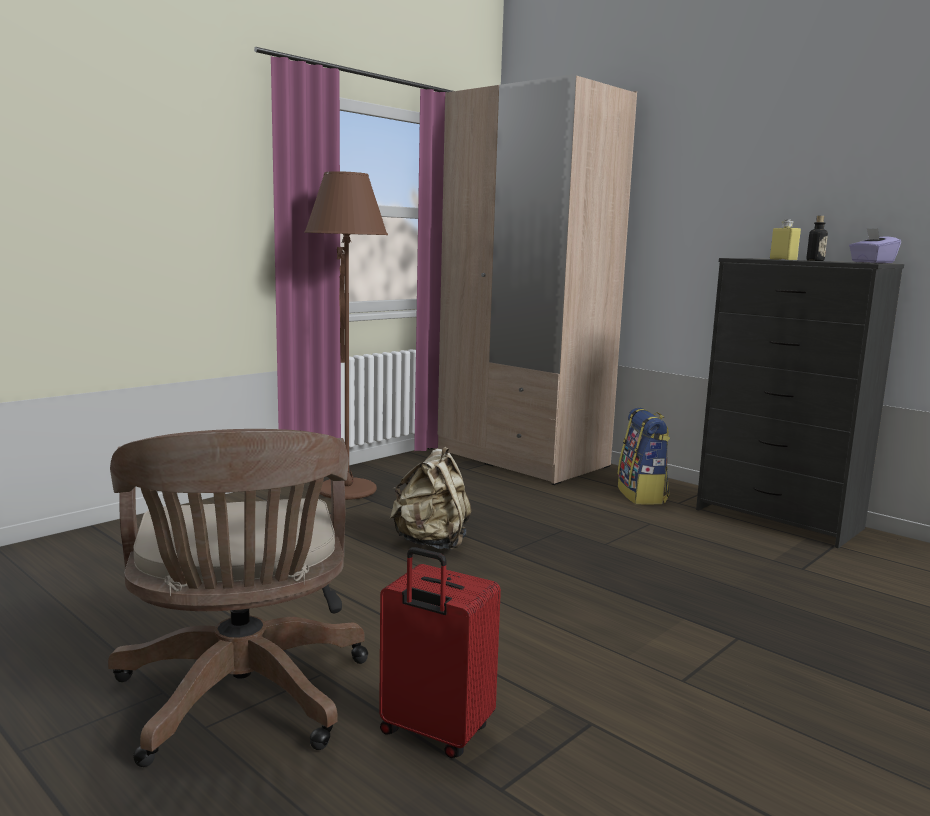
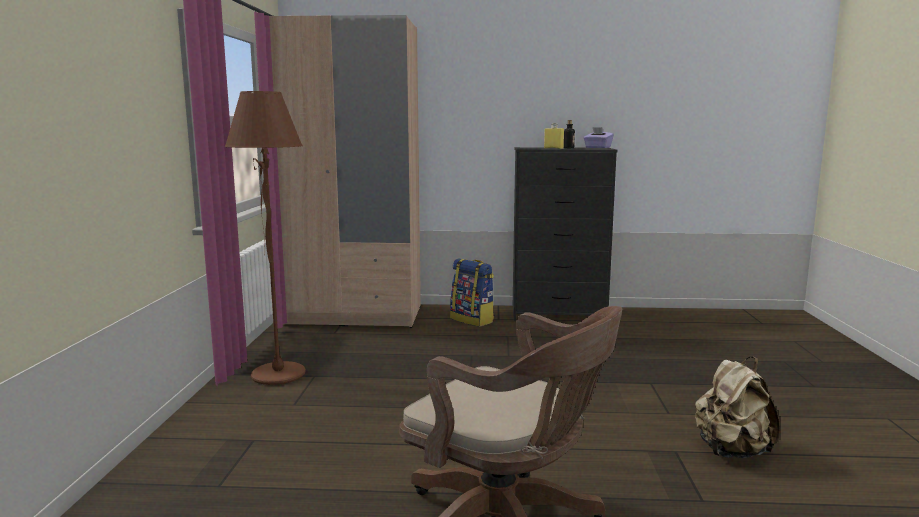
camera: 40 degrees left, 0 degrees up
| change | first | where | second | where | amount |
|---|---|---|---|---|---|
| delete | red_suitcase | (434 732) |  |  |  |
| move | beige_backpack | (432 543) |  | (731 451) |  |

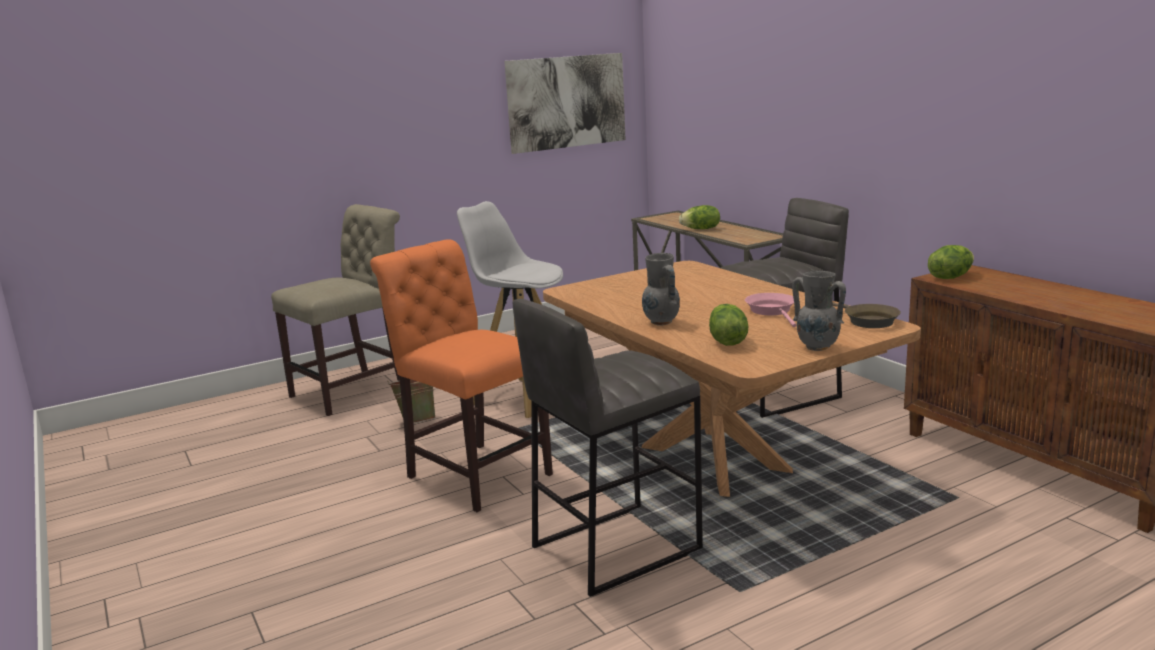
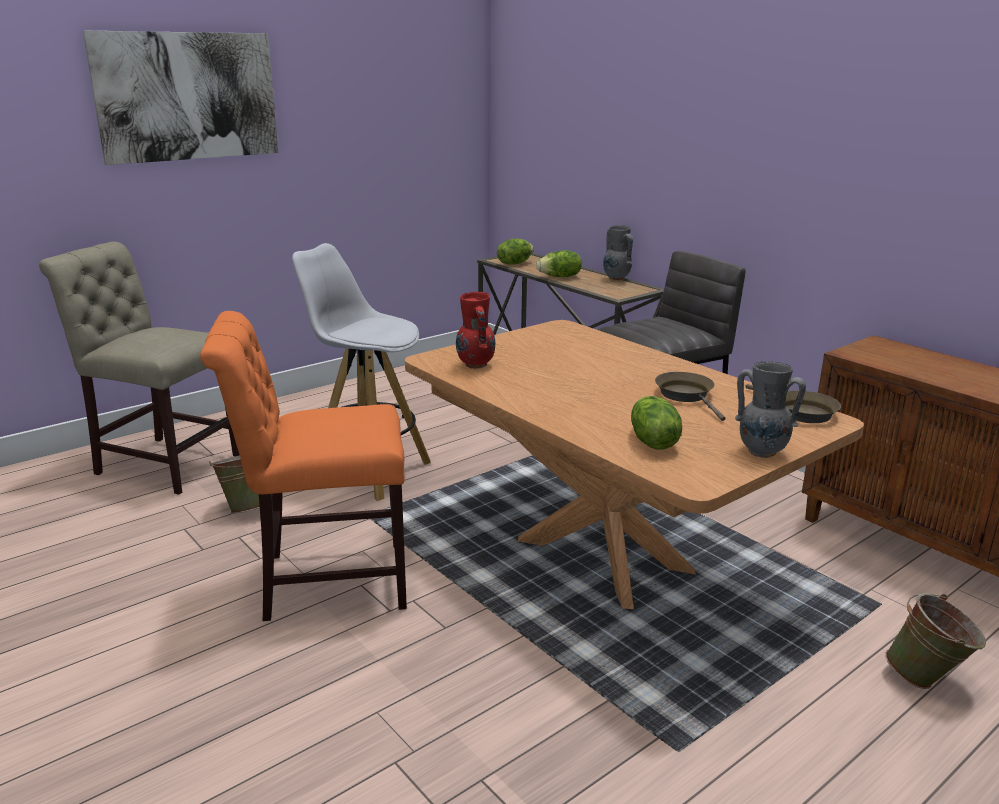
camera: 10 degrees left, 5 degrees up
| change | first | where | second | where | amount |
|---|---|---|---|---|---|
| rotate | beige_chair | (354 390) |  | (162 462) | 105 degrees counterclockwise |
| rotate | orange_chair | (474 473) |  | (325 580) | 45 degrees counterclockwise |
| move | picture | (567 102) |  | (188 96) |  |
| delete | grey_stool | (614 547) |  |  |  |
| move | grey_vase | (661 322) |  | (616 278) |  |
| recolor | pink_frying_pan | (772 311) | brown_frying_pan | (687 396) |  |
| move | lettuce | (950 277) |  | (514 263) |  |
| insert |  |  | red_vase | (475 365) |  |
| insert |  |  | green_bucket | (927 680) |  |

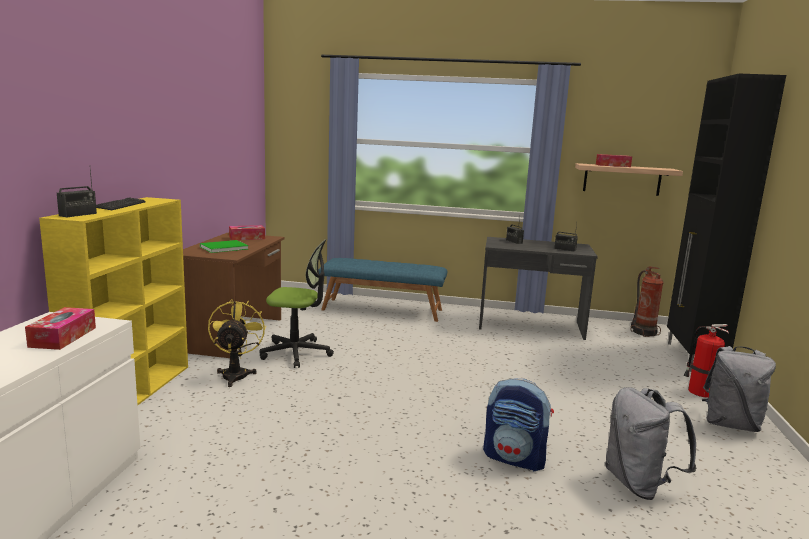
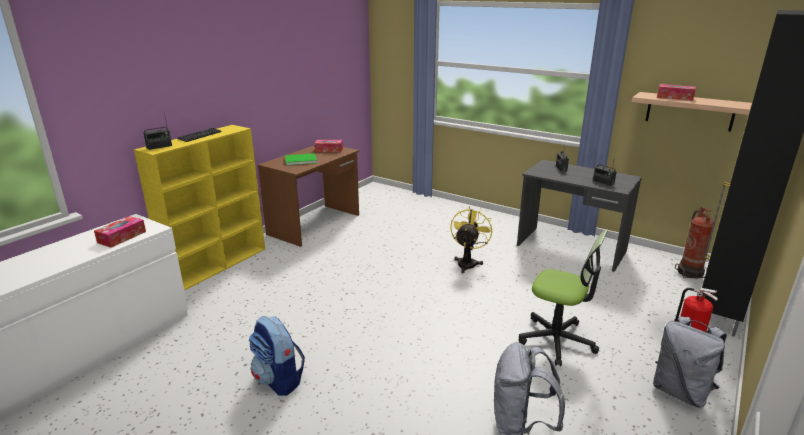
camera: 25 degrees right, 10 degrees up
| change | first | where | second | where | amount |
|---|---|---|---|---|---|
| move | yellow_fan | (236 374) |  | (468 263) |  |
| move | office_chair | (296 353) |  | (557 340) |  |
| delete | blue_bench | (382 309) |  |  |  |
| move | backpack | (515 458) |  | (279 380) |  |

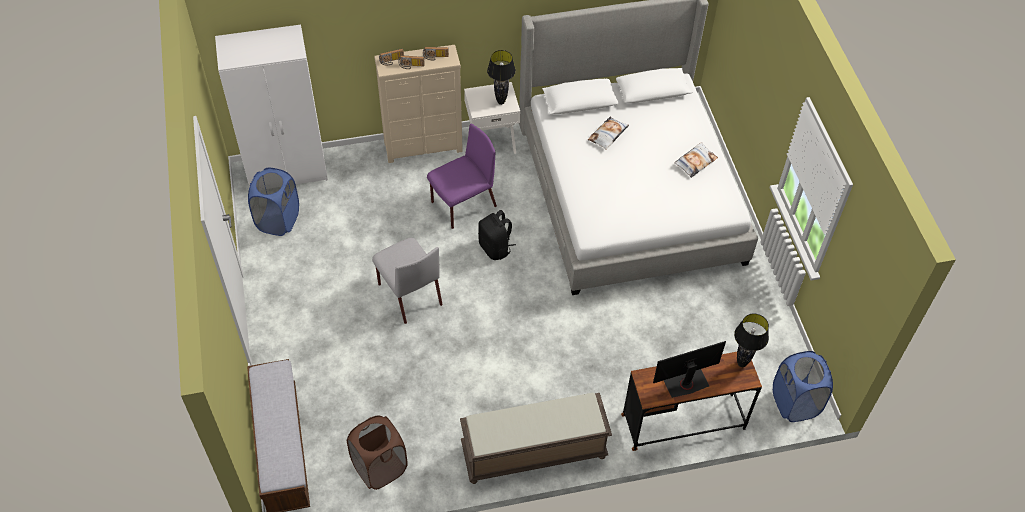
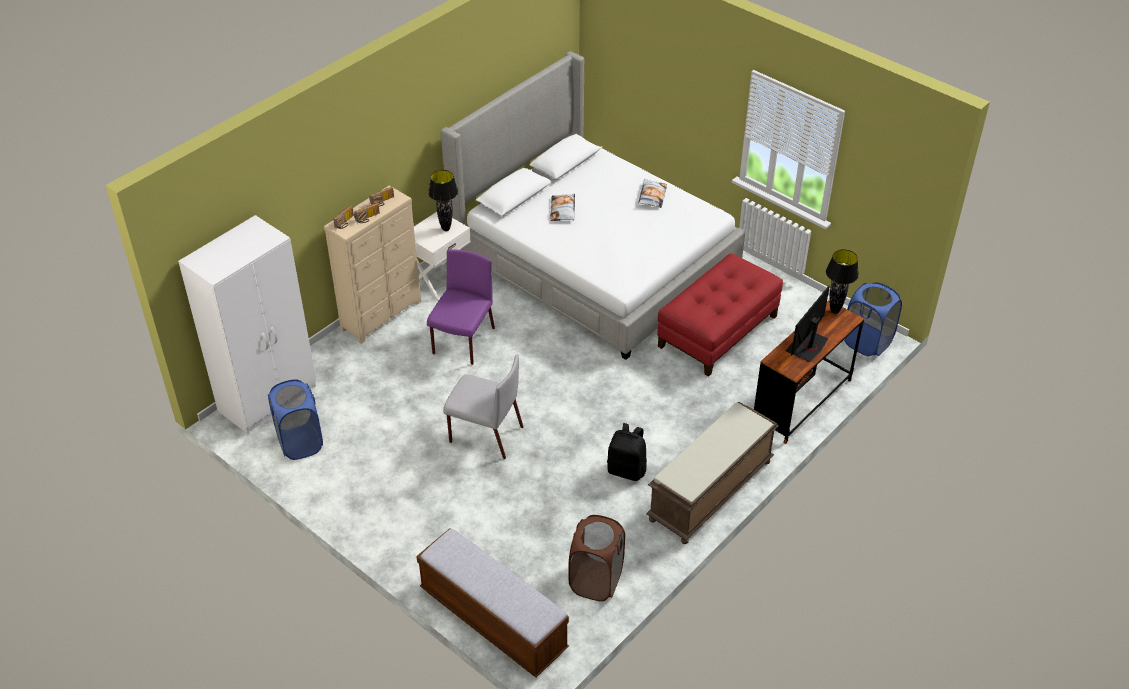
camera: 35 degrees left, 10 degrees down
| change | first | where | second | where | amount |
|---|---|---|---|---|---|
| move | black_backpack | (495 248) |  | (627 470) |  |
| insert |  |  | red_ottoman | (717 330) |  |

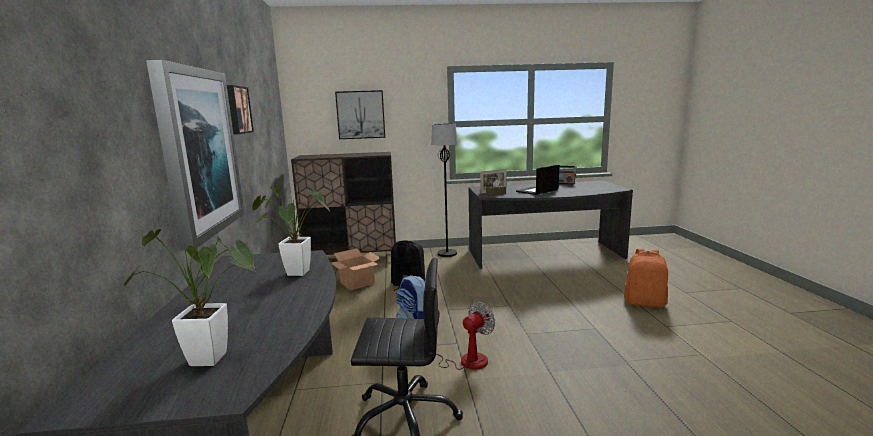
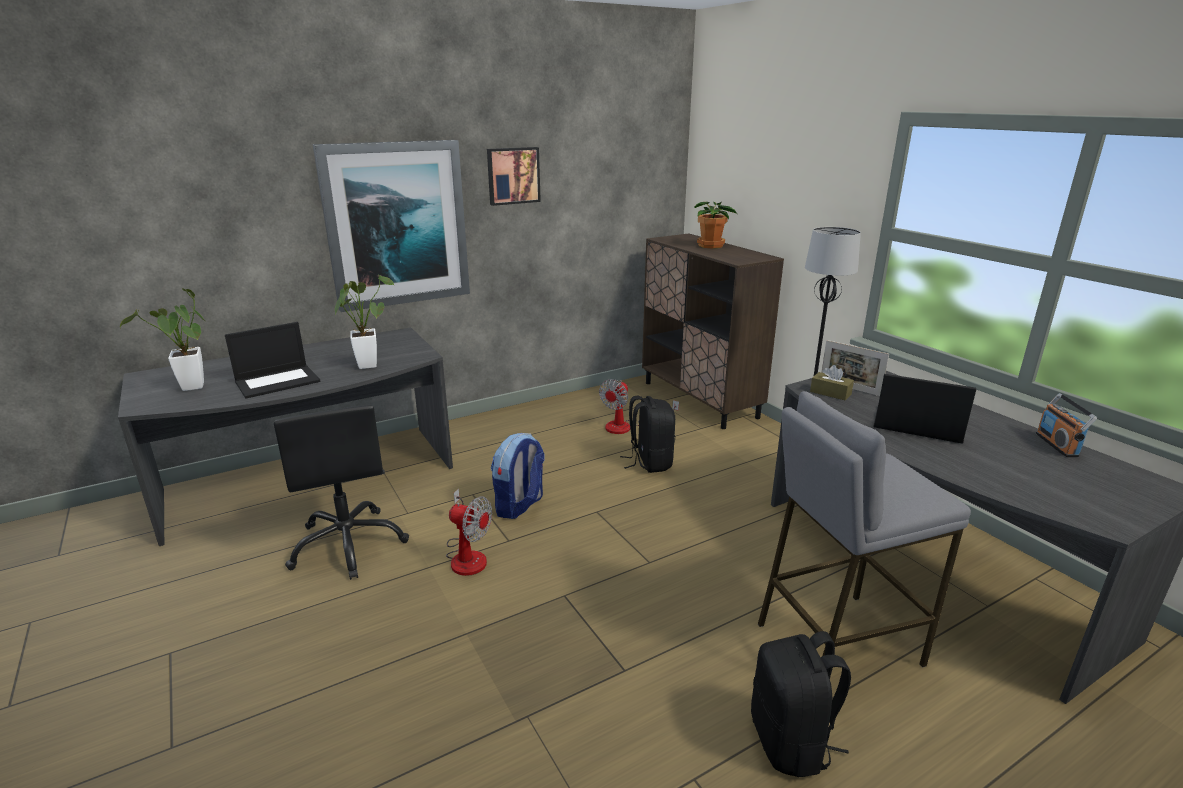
camera: 65 degrees right, 10 degrees up
| change | first | where | second | where | amount |
|---|---|---|---|---|---|
| replace | cardboard_box | (357 283) | fan | (627 427) |  |
| delete | picture | (360 115) |  |  |  |
| recolor | orange_backpack | (645 303) | black_backpack | (791 742) |  |
| insert |  |  | laptop | (278 381) |  |
| insert |  |  | potted_plant | (711 246) |  |
| insert |  |  | grey_stool | (836 642) |  |

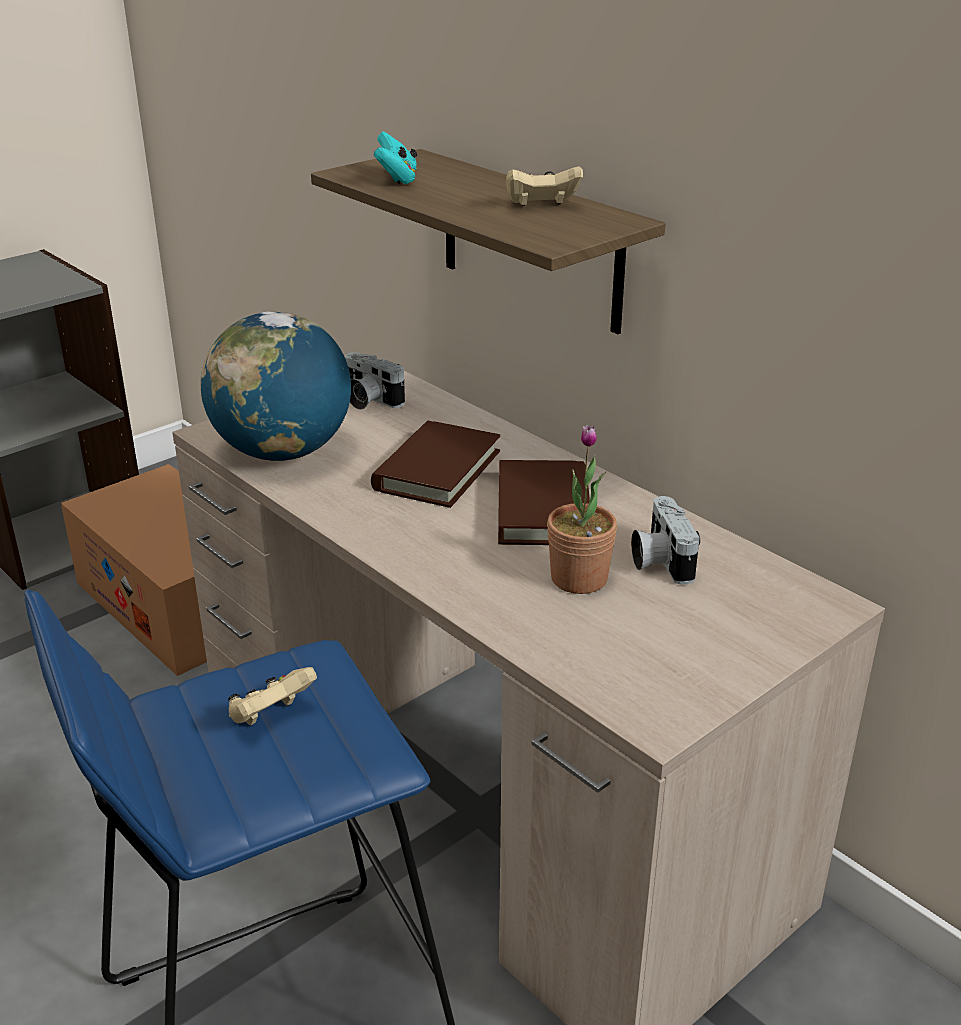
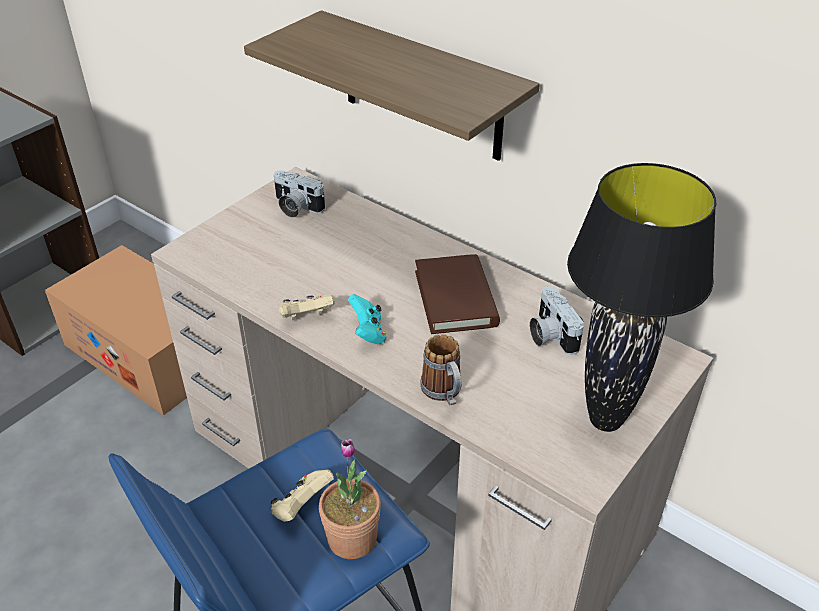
camera: 10 degrees left, 10 degrees up
| change | first | where | second | where | amount |
|---|---|---|---|---|---|
| delete | globe | (283 452) |  |  |  |
| delete | brown_book | (437 470) |  |  |  |
| move | turquoise_game_controller | (396 179) |  | (368 332) |  |
| move | beige_game_controller | (541 206) |  | (307 318) |  |
| move | potted_plant | (579 578) |  | (352 538) |  |
| insert |  |  | mug | (444 394) |  |
| insert |  |  | black_table_lamp | (605 421) |  |

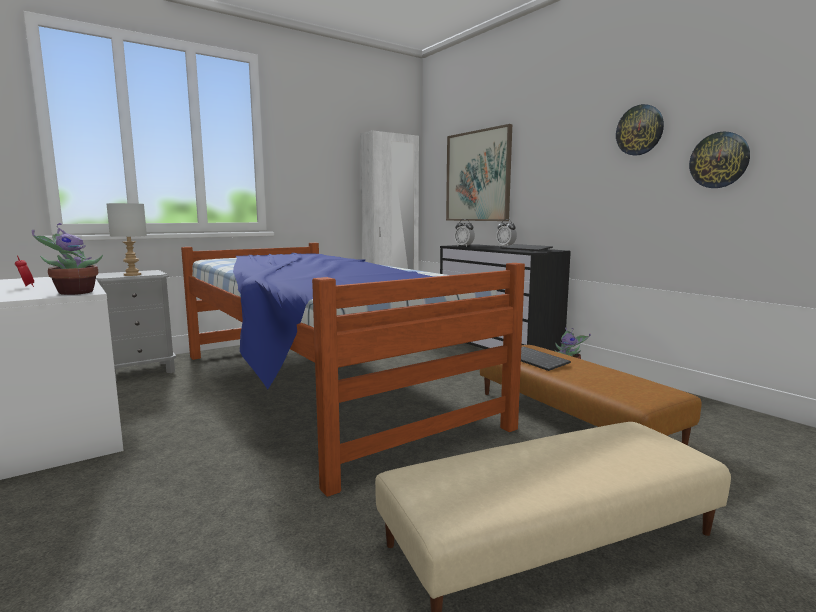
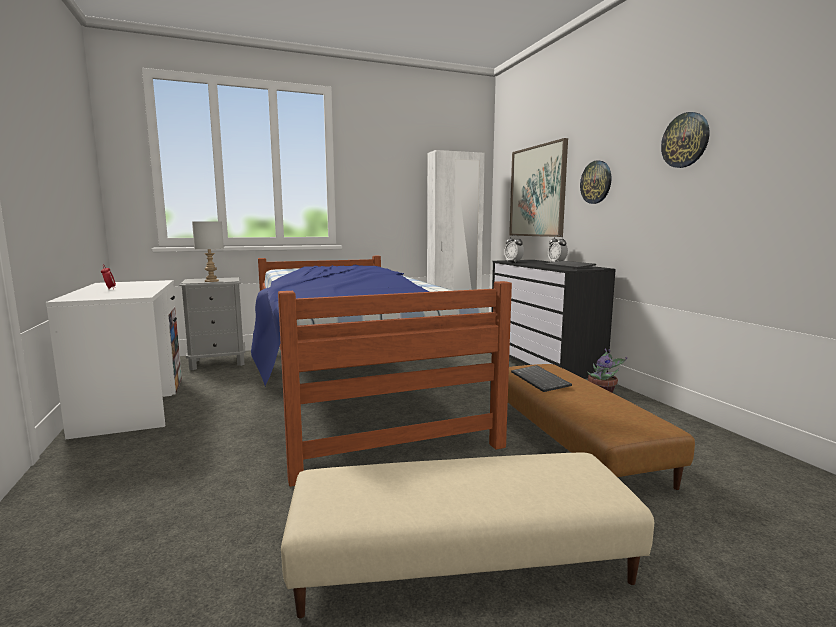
camera: 15 degrees right, 0 degrees up
| change | first | where | second | where | amount |
|---|---|---|---|---|---|
| delete | potted_plant | (73 292) |  |  |  |
| move | wall_clock | (719 160) |  | (596 182) |  |

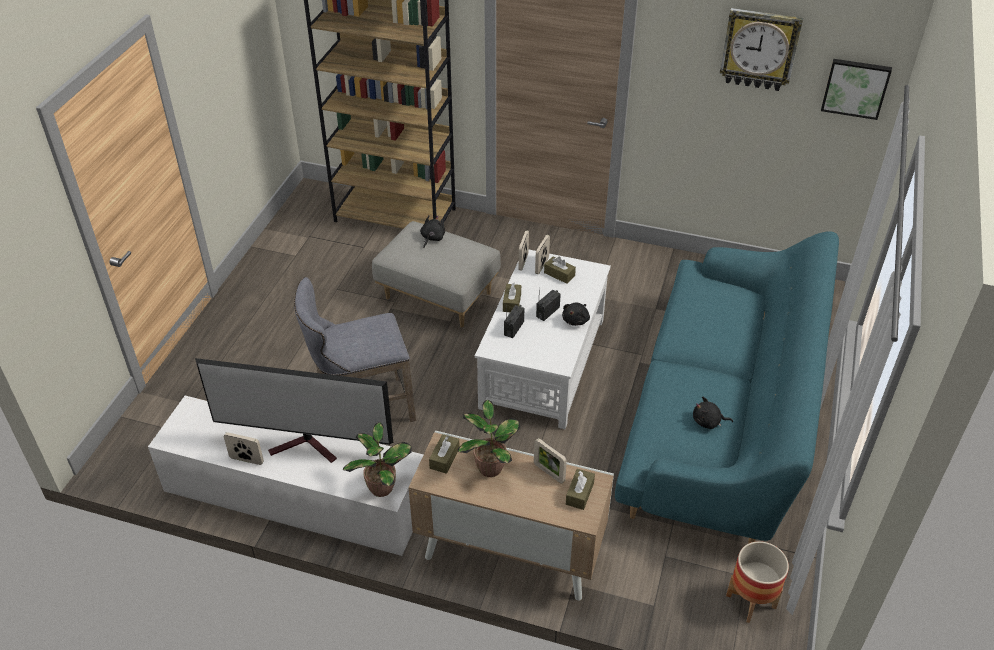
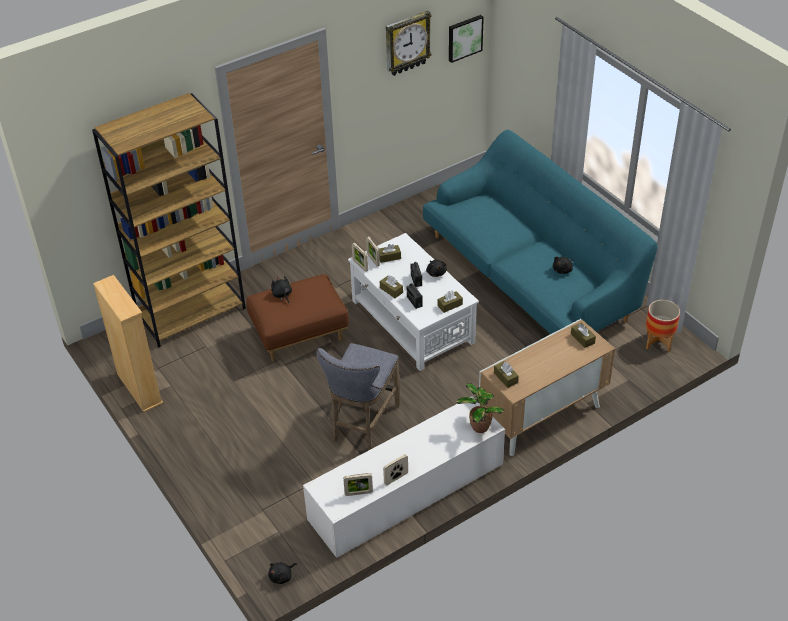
camera: 50 degrees left, 0 degrees up
| change | first | where | second | where | amount |
|---|---|---|---|---|---|
| delete | television | (307 447) |  |  |  |
| recolor | grey_ottoman | (437 296) | brown_ottoman | (299 336) |  |
| delete | potted_plant | (489 466) |  |  |  |
| move | picture_frame | (549 473) |  | (358 493) |  |
| insert |  |  | beige_bookcase | (139 388) |  |
| insert |  |  | black_plush_toy | (282 576) |  |
| insert |  |  | brown_tissue_box | (450 305) |  |

